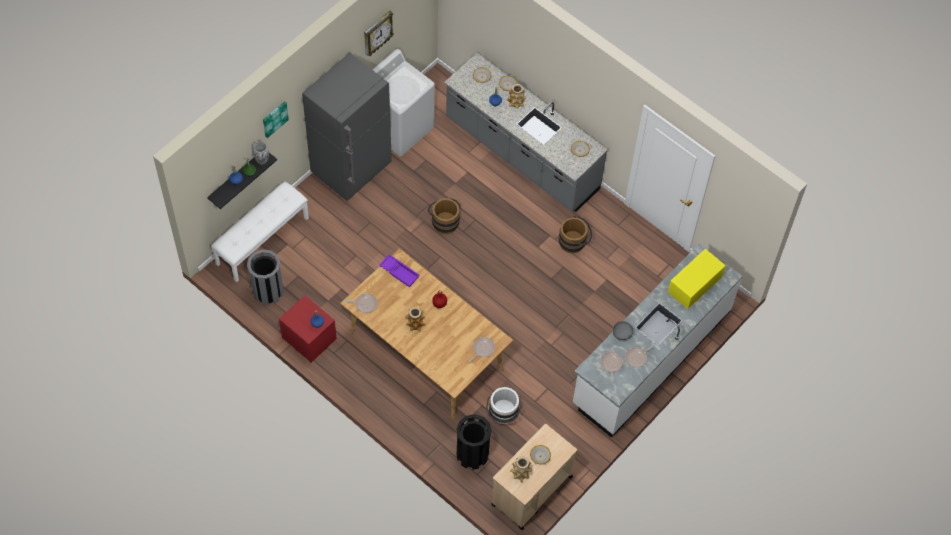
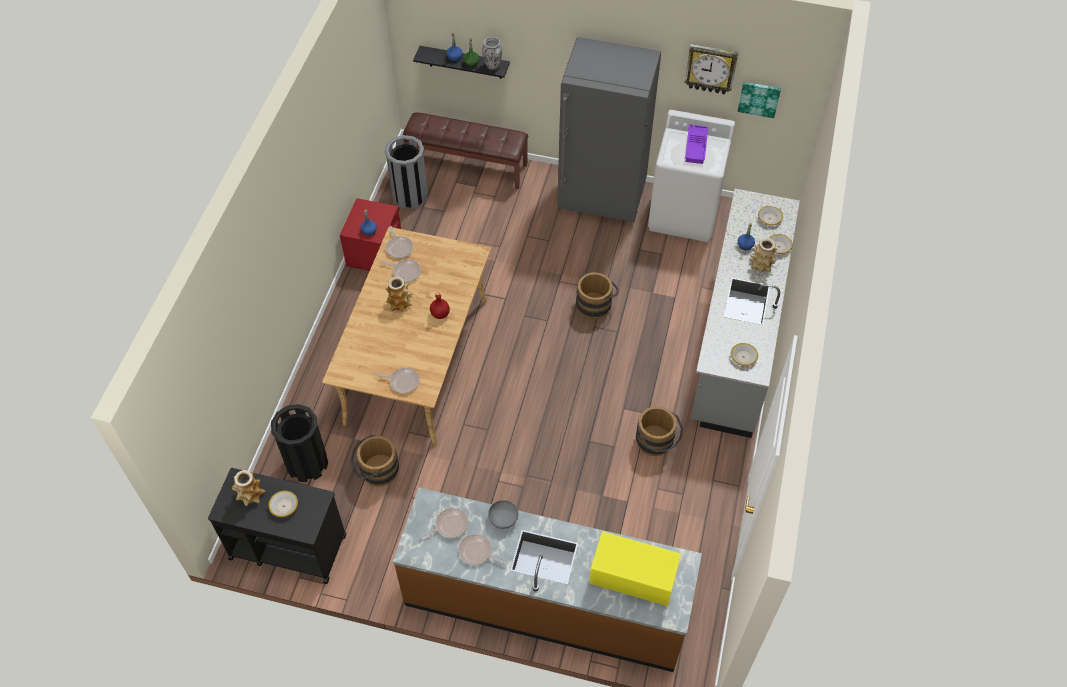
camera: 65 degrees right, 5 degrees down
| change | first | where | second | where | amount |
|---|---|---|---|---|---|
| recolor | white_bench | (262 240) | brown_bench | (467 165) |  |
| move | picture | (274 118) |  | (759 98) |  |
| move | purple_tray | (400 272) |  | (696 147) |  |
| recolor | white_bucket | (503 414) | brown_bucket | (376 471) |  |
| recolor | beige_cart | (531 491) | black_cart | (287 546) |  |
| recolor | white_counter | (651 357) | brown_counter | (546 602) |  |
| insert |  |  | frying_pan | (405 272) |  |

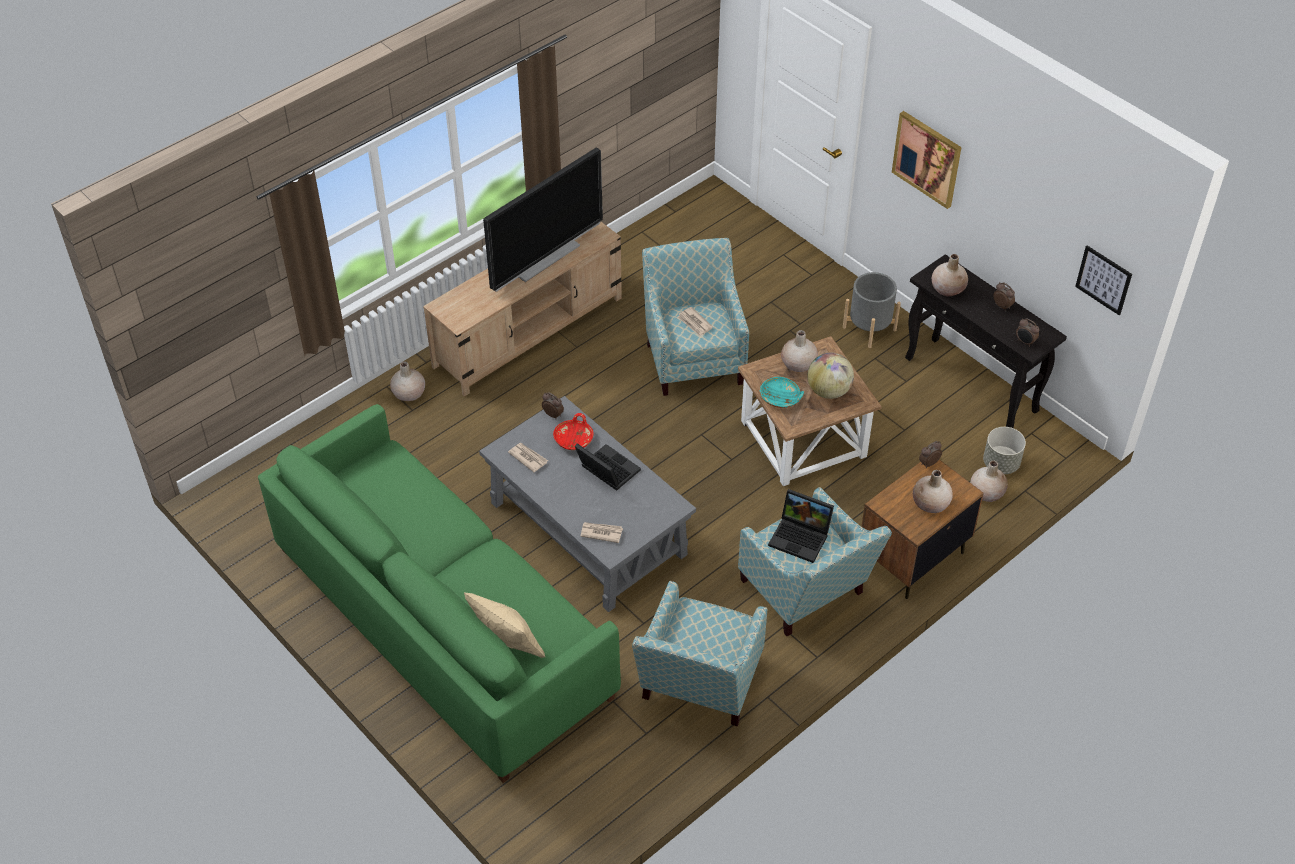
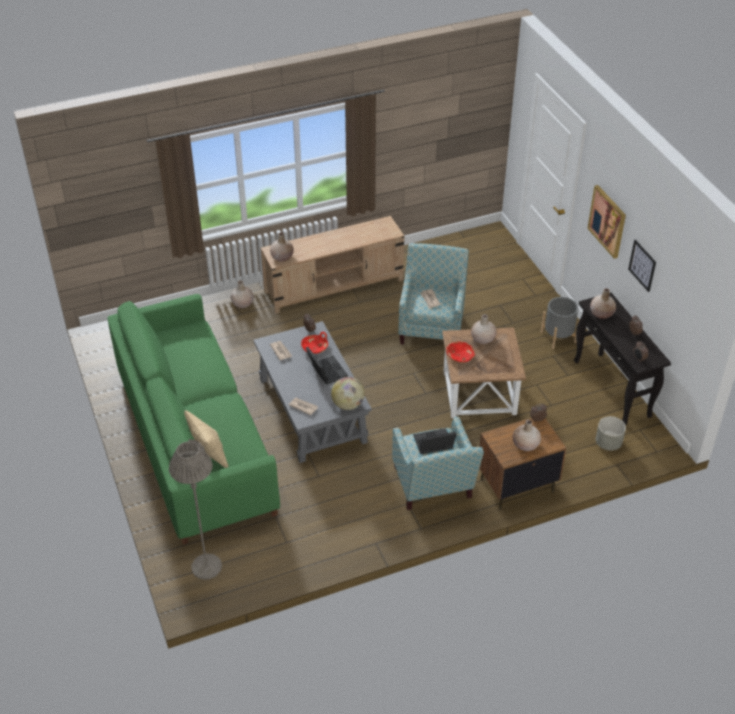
camera: 20 degrees right, 5 degrees down
| change | first | where | second | where | amount |
|---|---|---|---|---|---|
| delete | television | (544 258) |  |  |  |
| delete | armchair | (698 688) |  |  |  |
| recolor | turquoise_bowl | (781 398) | red_bowl | (460 356) |  |
| rotate | laptop | (801 537) |  | (433 445) | 120 degrees clockwise |
| move | globe | (828 391) |  | (348 404) |  |
| move | beige_vase | (986 492) |  | (282 257) |  |
| move | picture | (1103 280) |  | (642 265) |  |
| insert |  |  | grey_floor_lamp | (206 567) |  |

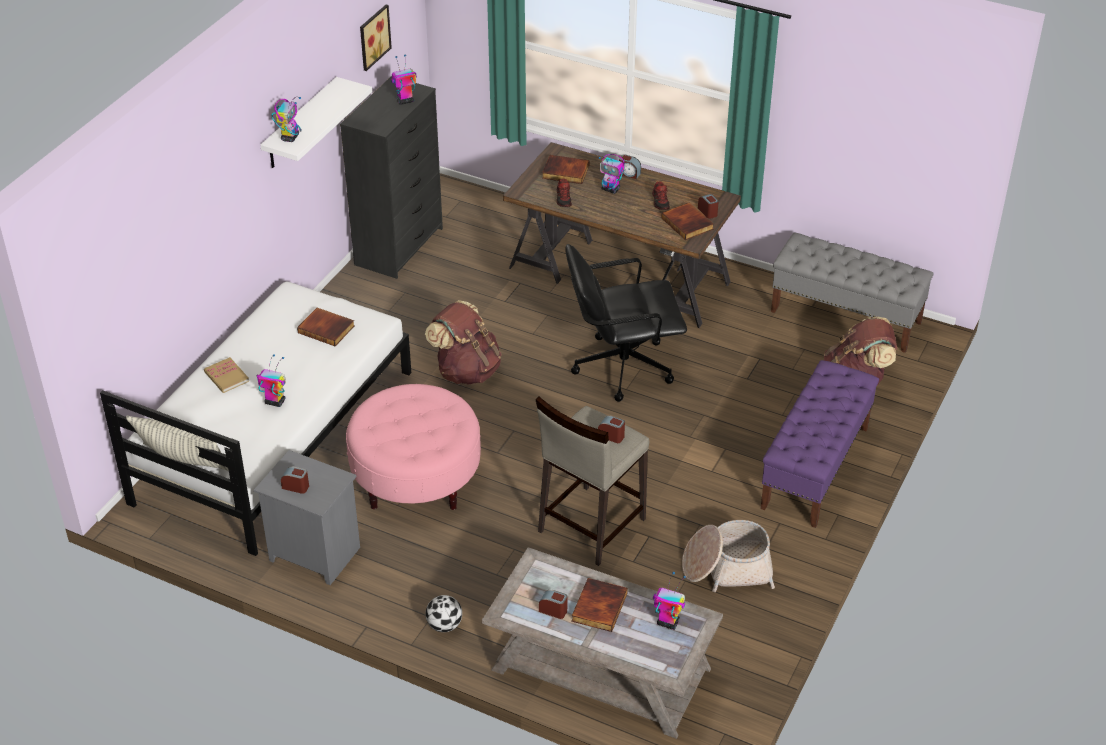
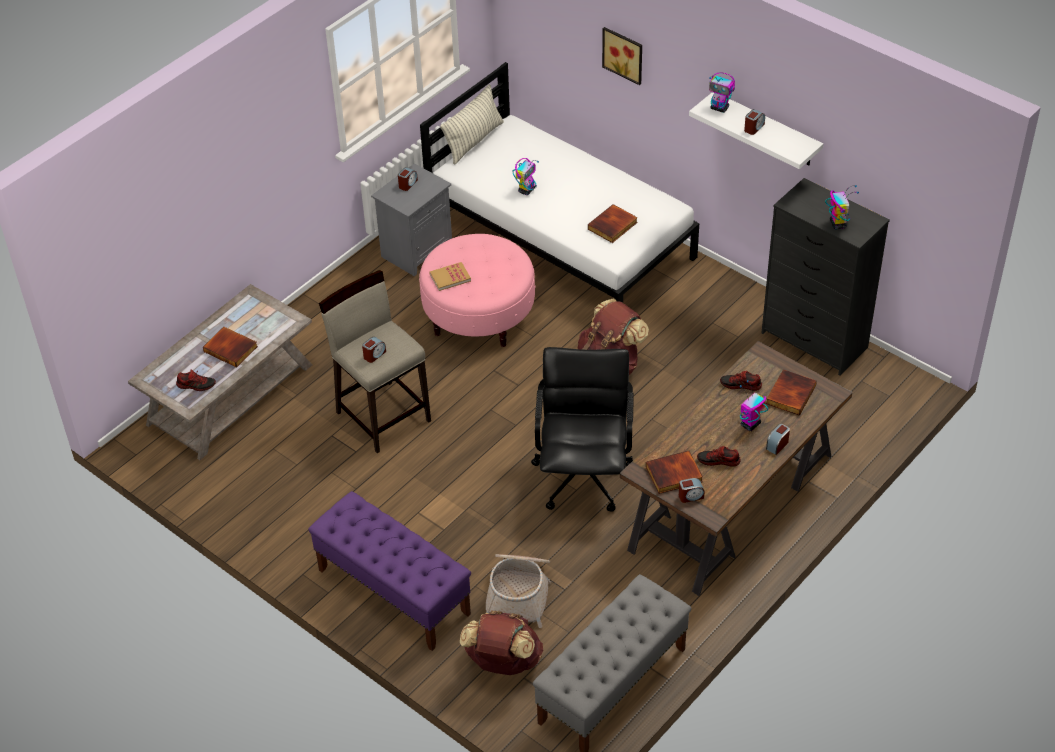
camera: 105 degrees right, 5 degrees up
| change | first | where | second | where | amount |
|---|---|---|---|---|---|
| move | book | (226 376) |  | (450 277) |  |
| move | picture | (372 36) |  | (624 54) |  |
| delete | football | (444 625) |  |  |  |
| move | alarm_clock | (553 610) |  | (754 128) |  |
| replace | toy_robot | (667 622) | shoe | (196 385) |  |
| move | basket | (727 568) |  | (519 592) |  |

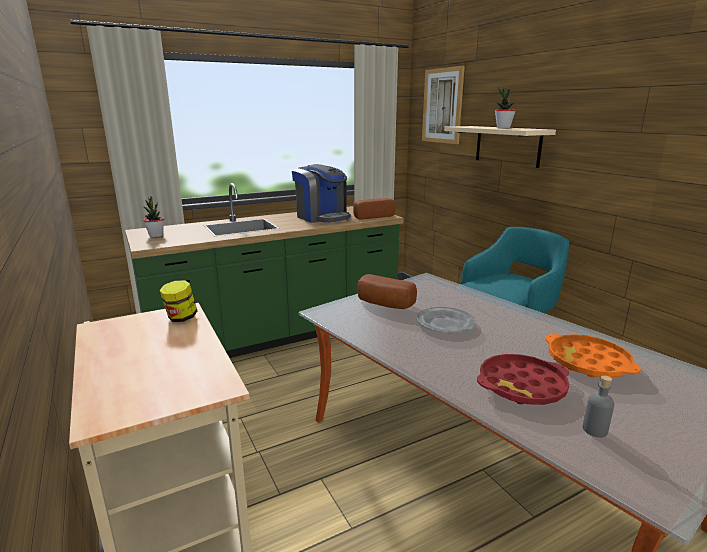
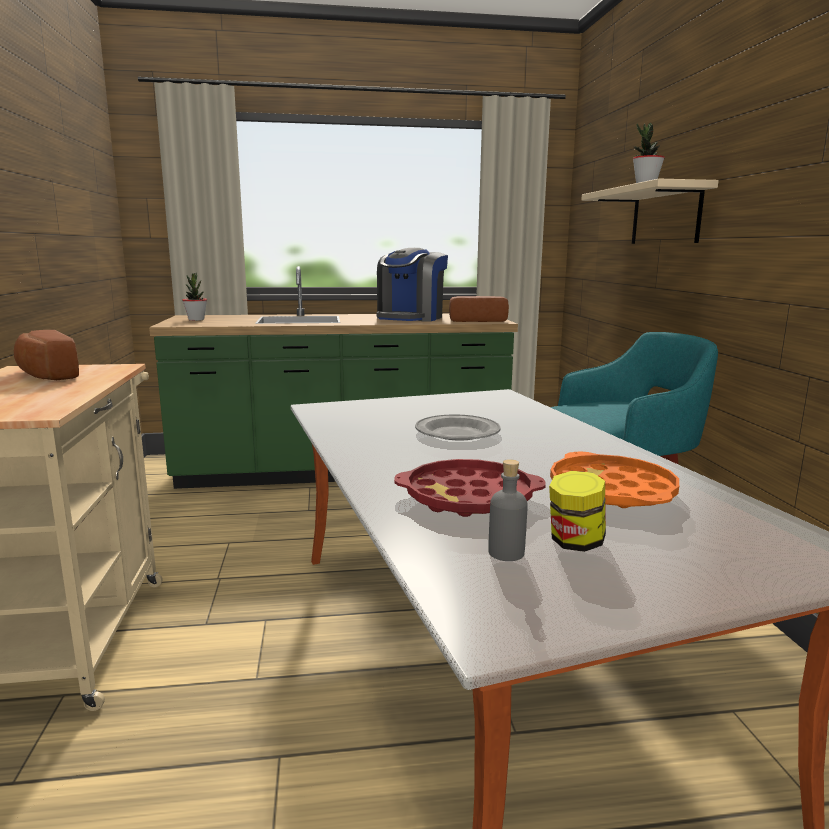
camera: 20 degrees right, 5 degrees down
| change | first | where | second | where | amount |
|---|---|---|---|---|---|
| move | jar | (181 318) |  | (575 543) |  |
| rotate | coffee_machine | (322 217) |  | (410 318) | 45 degrees clockwise |
| move | bread | (383 304) |  | (44 374) |  |
| delete | picture | (442 106) |  |  |  |

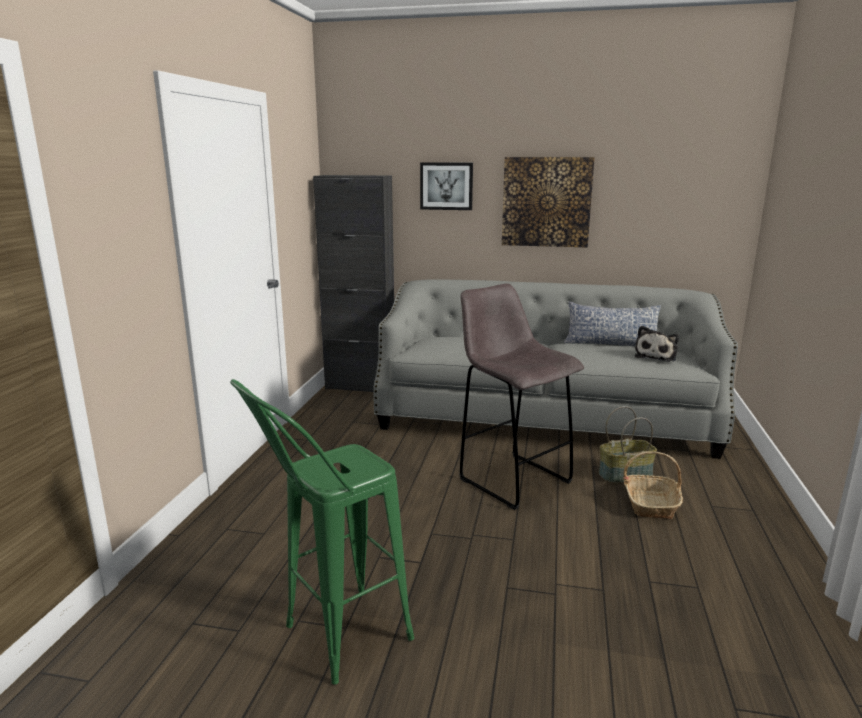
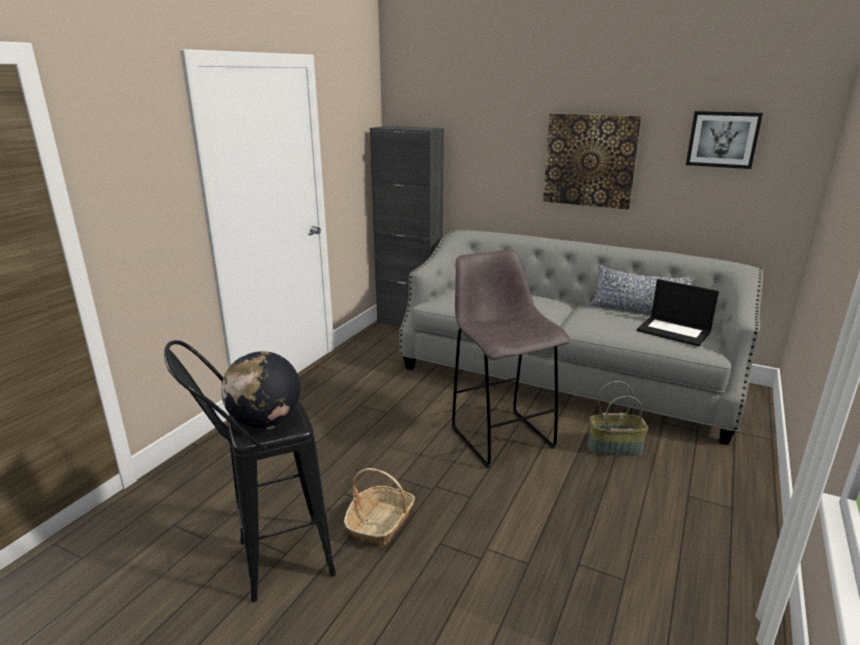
camera: 15 degrees right, 5 degrees up
| change | first | where | second | where | amount |
|---|---|---|---|---|---|
| recolor | green_stool | (331 642) | black_stool | (269 563) |  |
| move | picture | (446 186) |  | (723 139) |  |
| move | basket | (650 504) |  | (381 523) |  |
| replace | plush_toy | (656 356) | laptop | (674 331) |  |
| insert |  |  | globe | (265 421) |  |

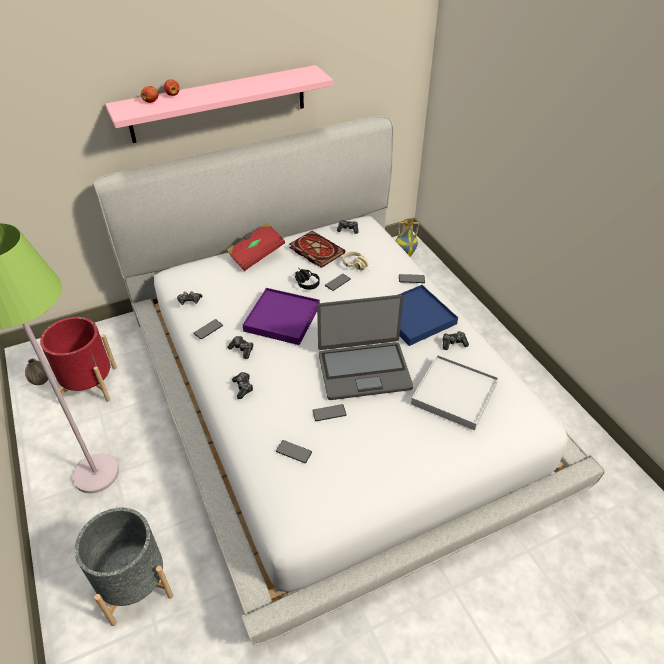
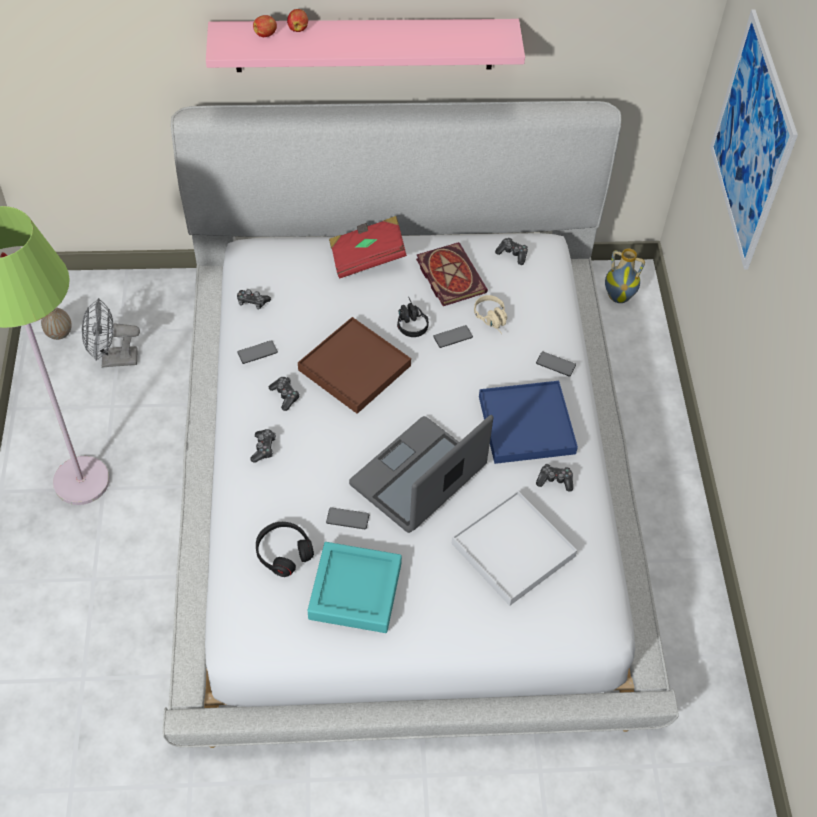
camera: 20 degrees right, 10 degrees up
| change | first | where | second | where | amount |
|---|---|---|---|---|---|
| replace | red_planter | (89 385) | grey_fan | (113 359) |  |
| delete | grey_planter | (135 584) |  |  |  |
| recolor | purple_tray | (282 318) | brown_tray | (354 367) |  |
| replace | phone | (294 452) | black_headphones | (283 552) |  |
| rotate | laptop | (364 370) |  | (419 477) | 120 degrees clockwise |
| insert |  |  | turquoise_tray | (355 591) |  |
| insert |  |  | picture | (751 141) |  |

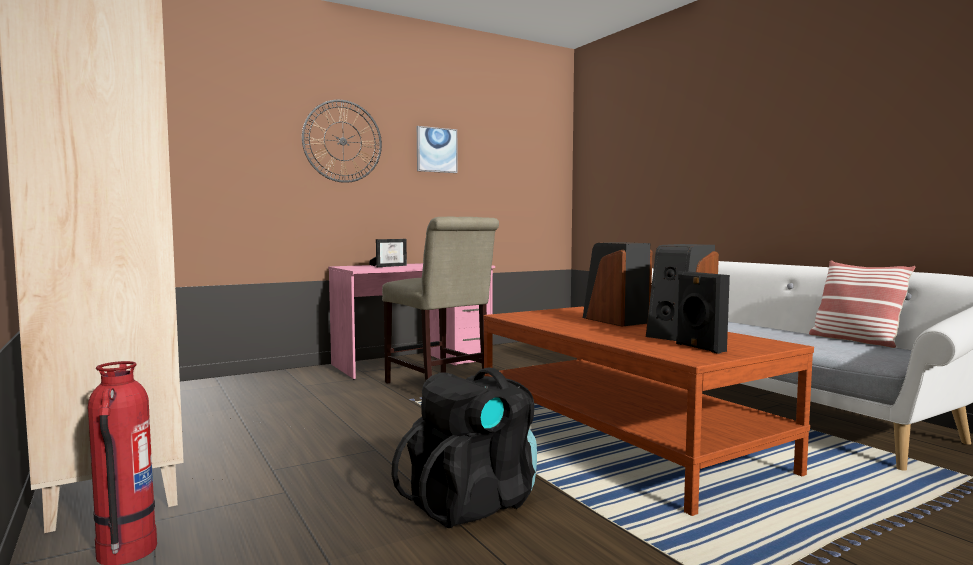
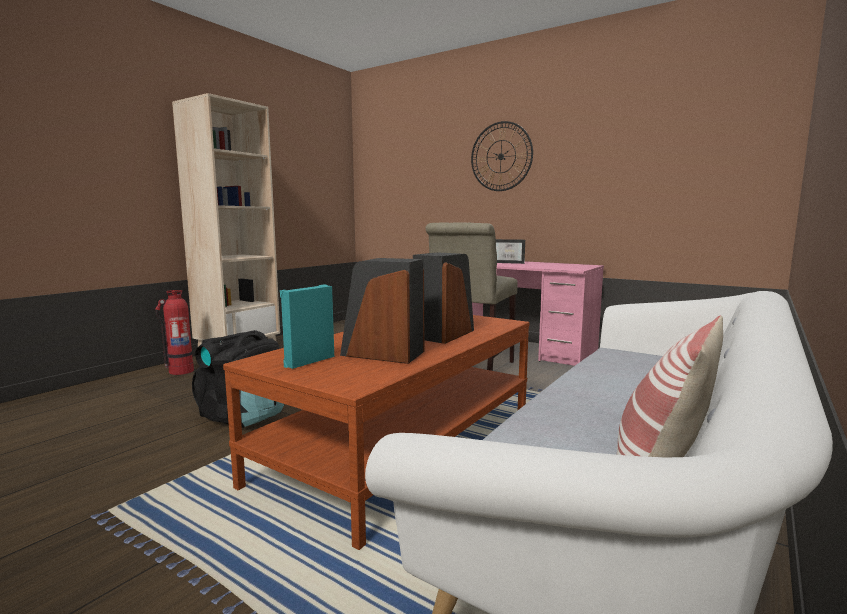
camera: 65 degrees right, 5 degrees up
| change | first | where | second | where | amount |
|---|---|---|---|---|---|
| delete | picture | (436 150) |  |  |  |
| recolor | black_speaker | (699 348) | turquoise_speaker | (308 361) |  |

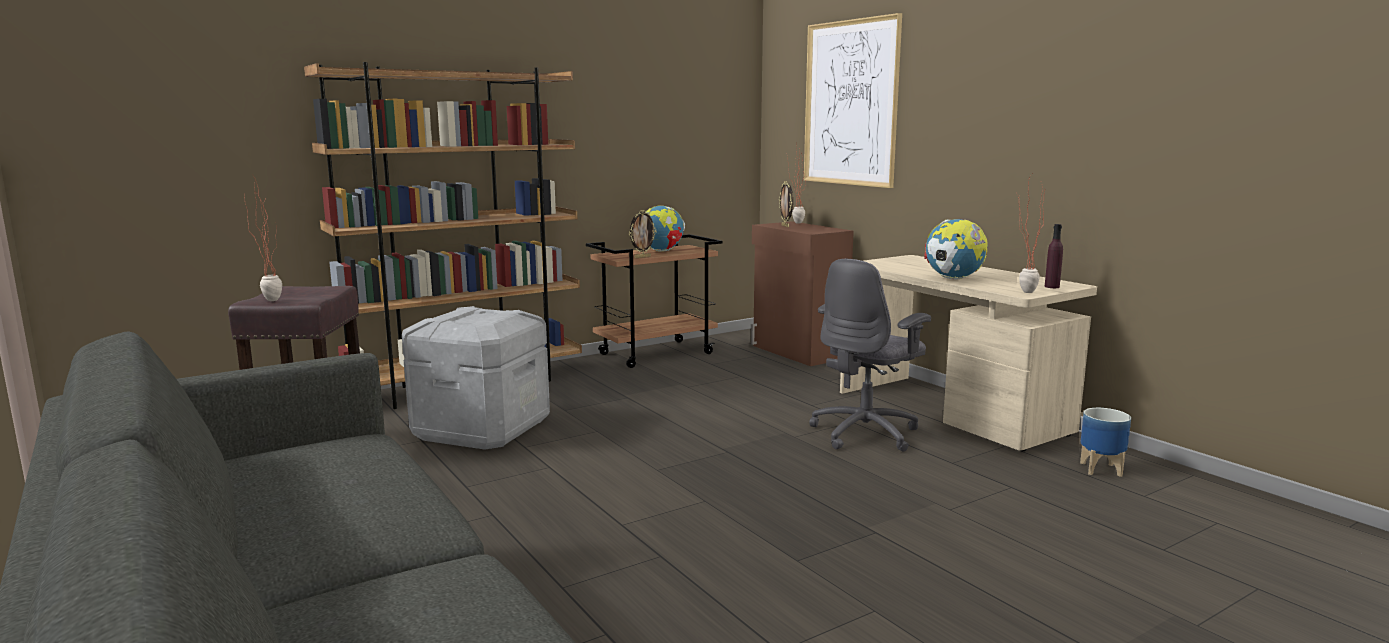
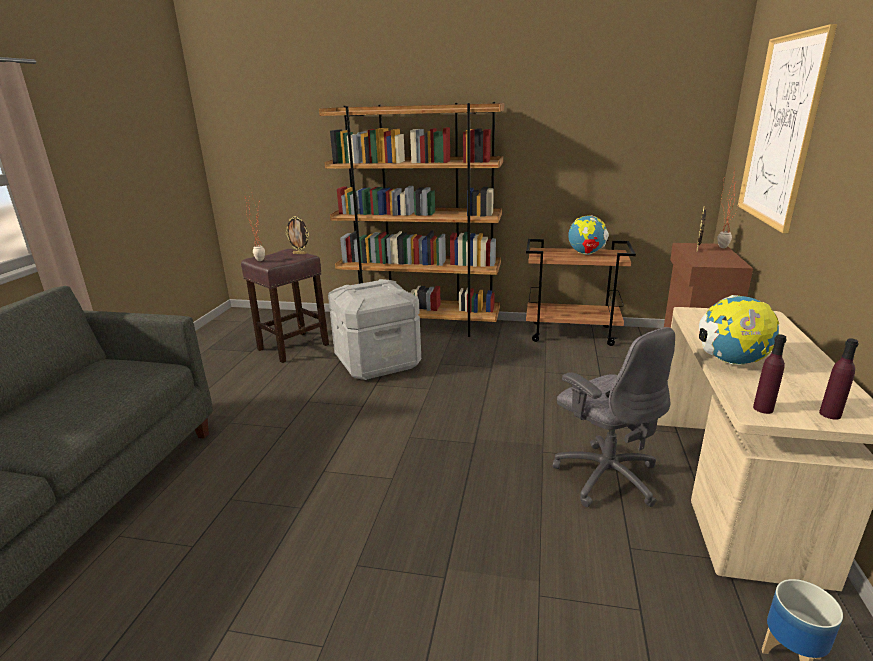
camera: 45 degrees right, 10 degrees up
| change | first | where | second | where | amount |
|---|---|---|---|---|---|
| move | picture_frame | (642 257) |  | (300 253) |  |
| rotate | grey_office_chair | (866 433) |  | (605 476) | 120 degrees counterclockwise |
| replace | potted_plant | (1021 291) | purple_bottle | (763 408) |  |

